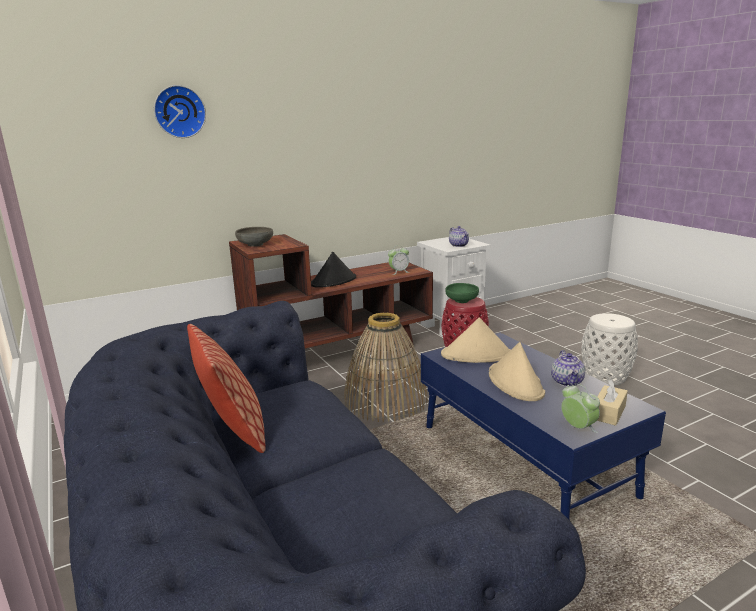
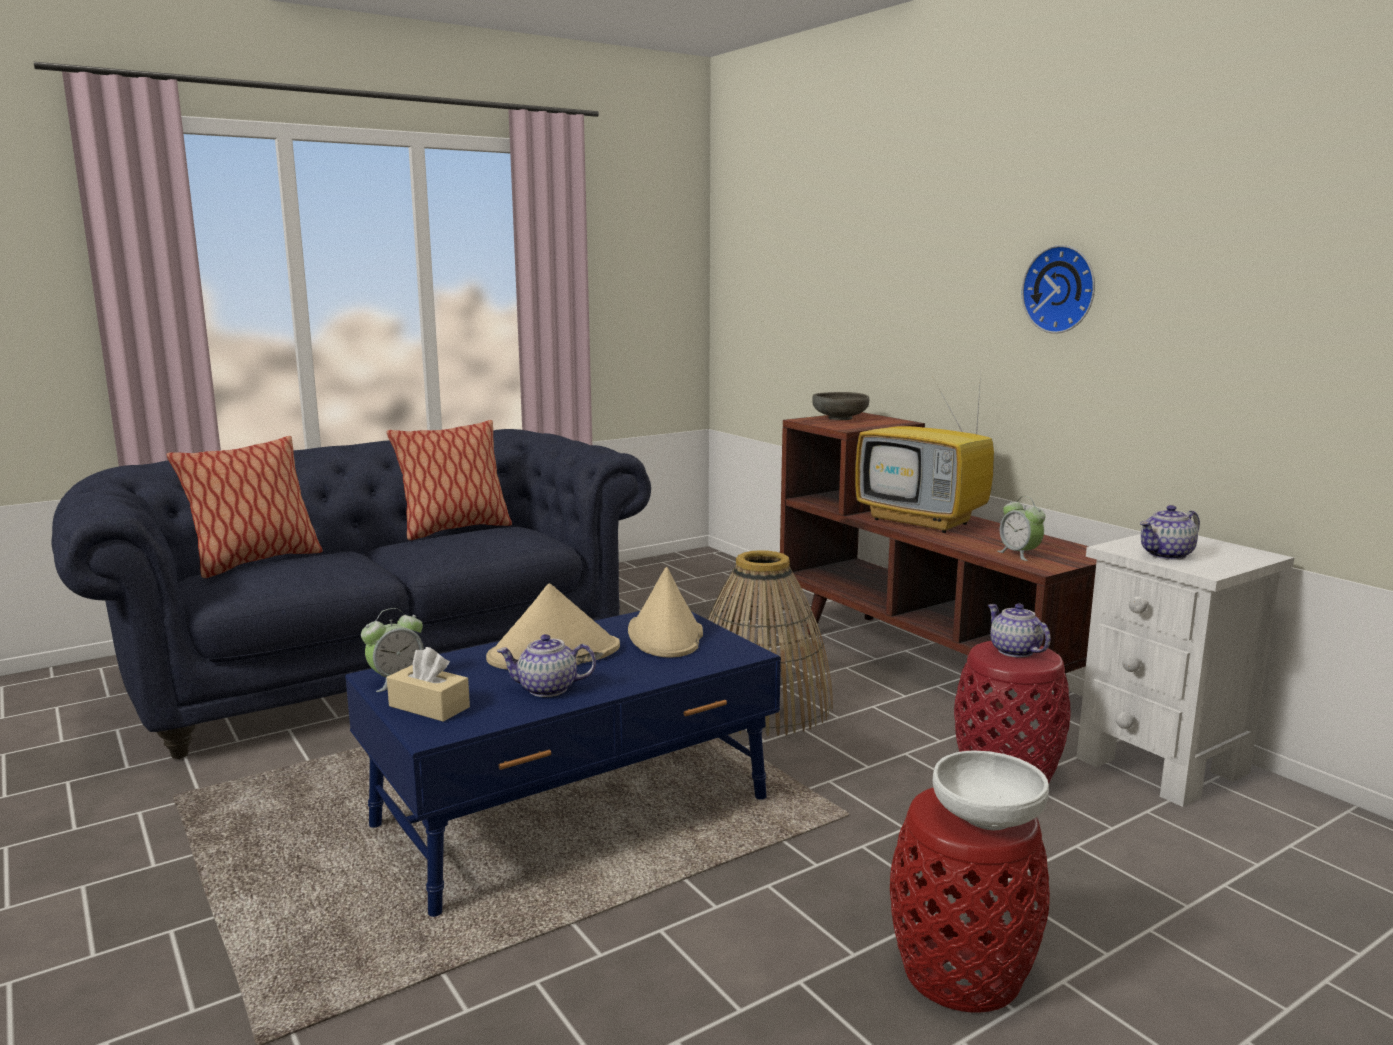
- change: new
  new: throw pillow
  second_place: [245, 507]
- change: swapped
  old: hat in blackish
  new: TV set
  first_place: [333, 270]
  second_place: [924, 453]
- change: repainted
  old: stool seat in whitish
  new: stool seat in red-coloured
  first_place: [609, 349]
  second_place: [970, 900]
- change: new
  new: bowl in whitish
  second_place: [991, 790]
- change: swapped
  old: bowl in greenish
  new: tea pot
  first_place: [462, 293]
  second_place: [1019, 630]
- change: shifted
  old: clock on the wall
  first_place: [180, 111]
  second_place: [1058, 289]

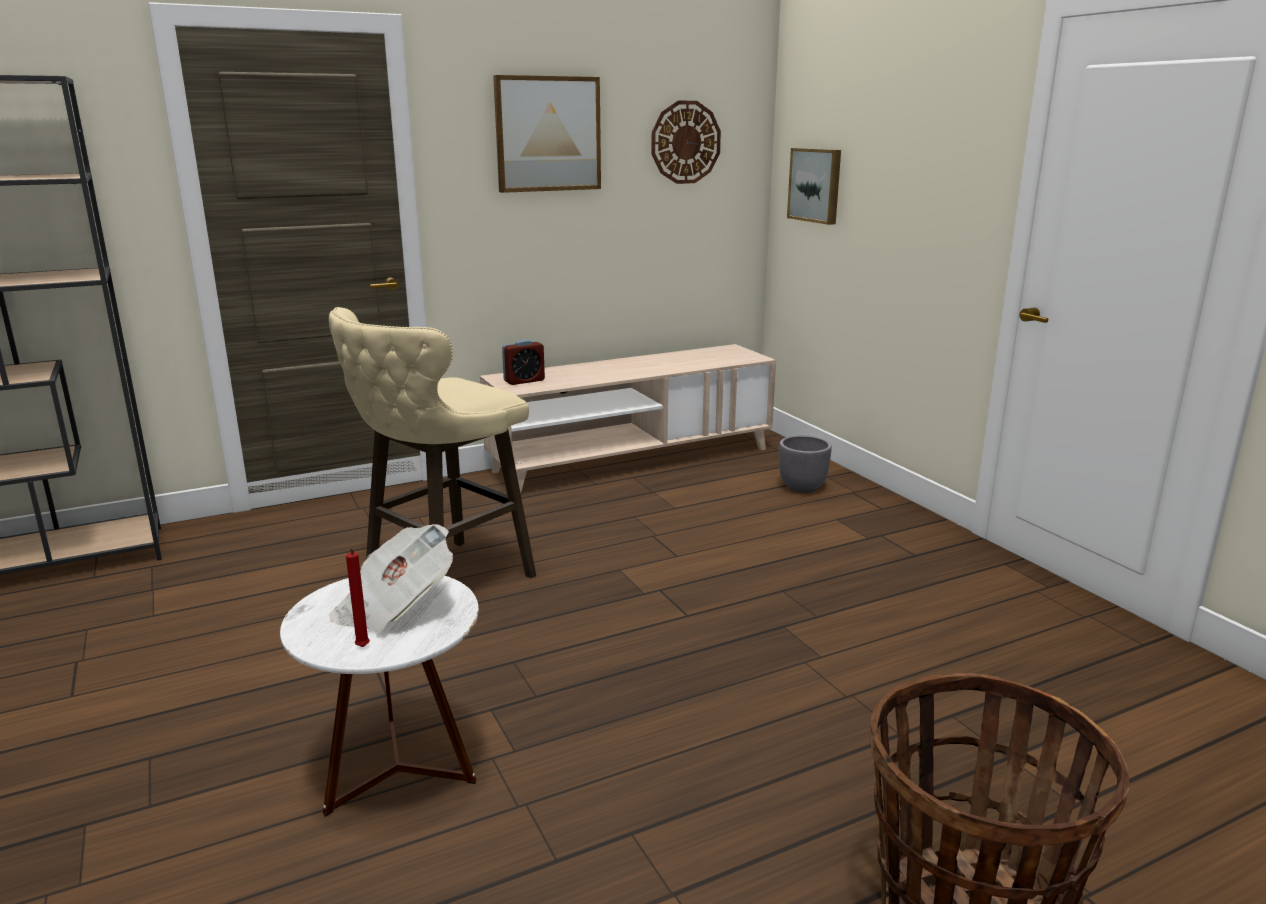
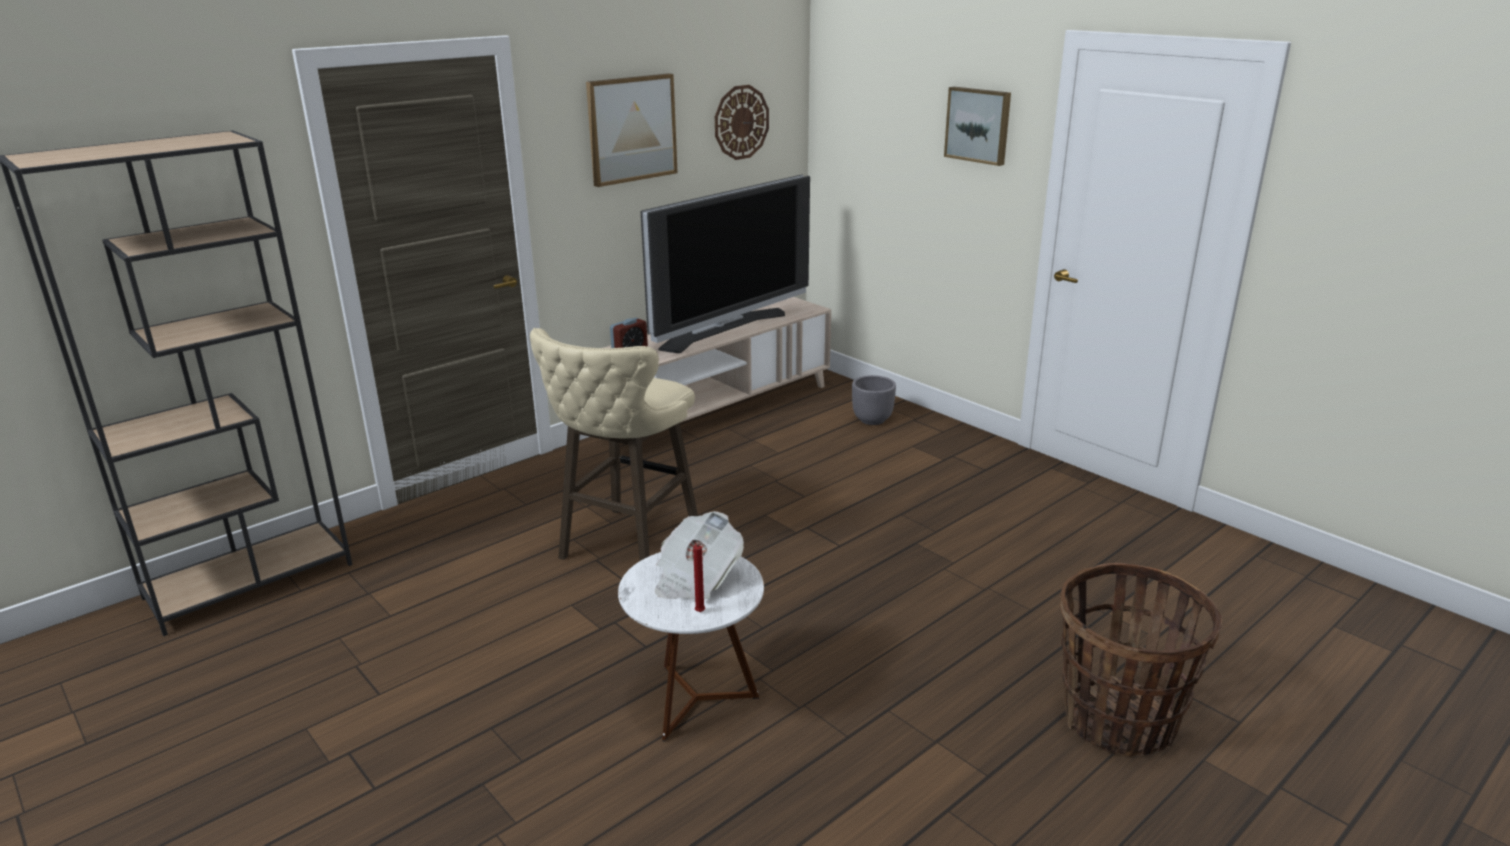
- change: new
  new: TV set
  second_place: [725, 264]
- change: shifted
  old: wall art
  first_place: [814, 186]
  second_place: [977, 126]

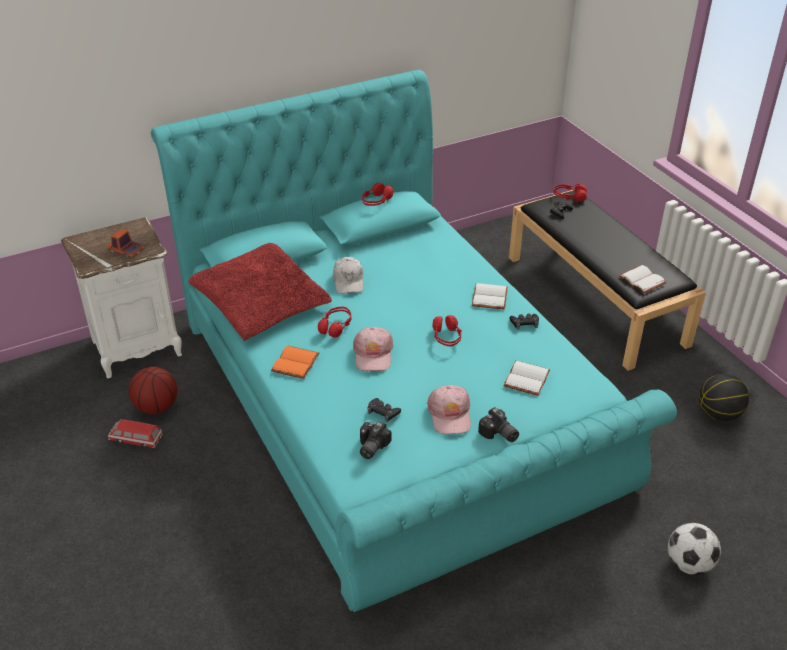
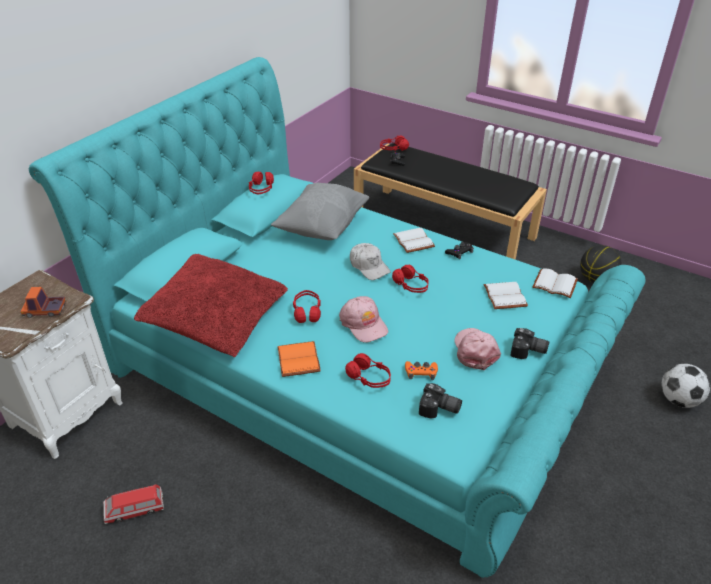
- change: new
  new: throw pillow in grey
  second_place: [320, 211]
- change: new
  new: headset in red-coloured
  second_place: [368, 370]
- change: shifted
  old: baseball cap in whitish
  first_place: [348, 275]
  second_place: [370, 261]
- change: repainted
  old: game controller in blackish
  new: game controller in orange-coloured
  first_place: [384, 410]
  second_place: [421, 370]
- change: rotated
  old: photo camera
  first_place: [376, 440]
  second_place: [440, 400]
  degrees: -60
- change: rotated
  old: baseball cap in pink-coloured
  first_place: [449, 409]
  second_place: [478, 349]
  degrees: -150
- change: shifted
  old: book in whitish
  first_place: [643, 279]
  second_place: [555, 283]
- change: gone
  old: basketball
  first_place: [153, 390]

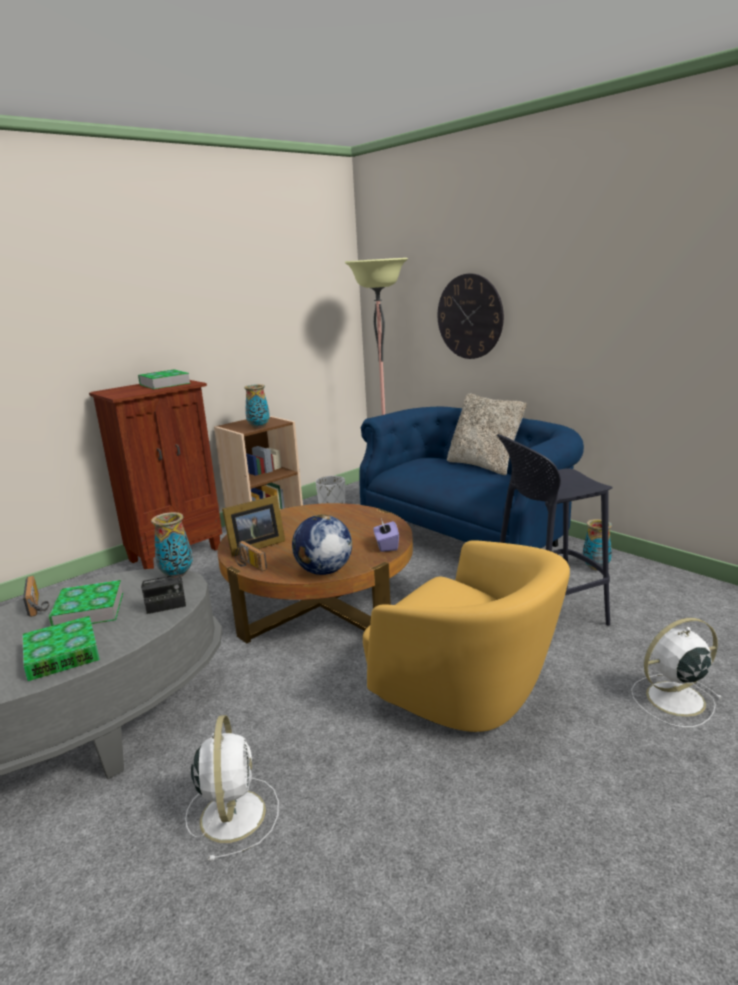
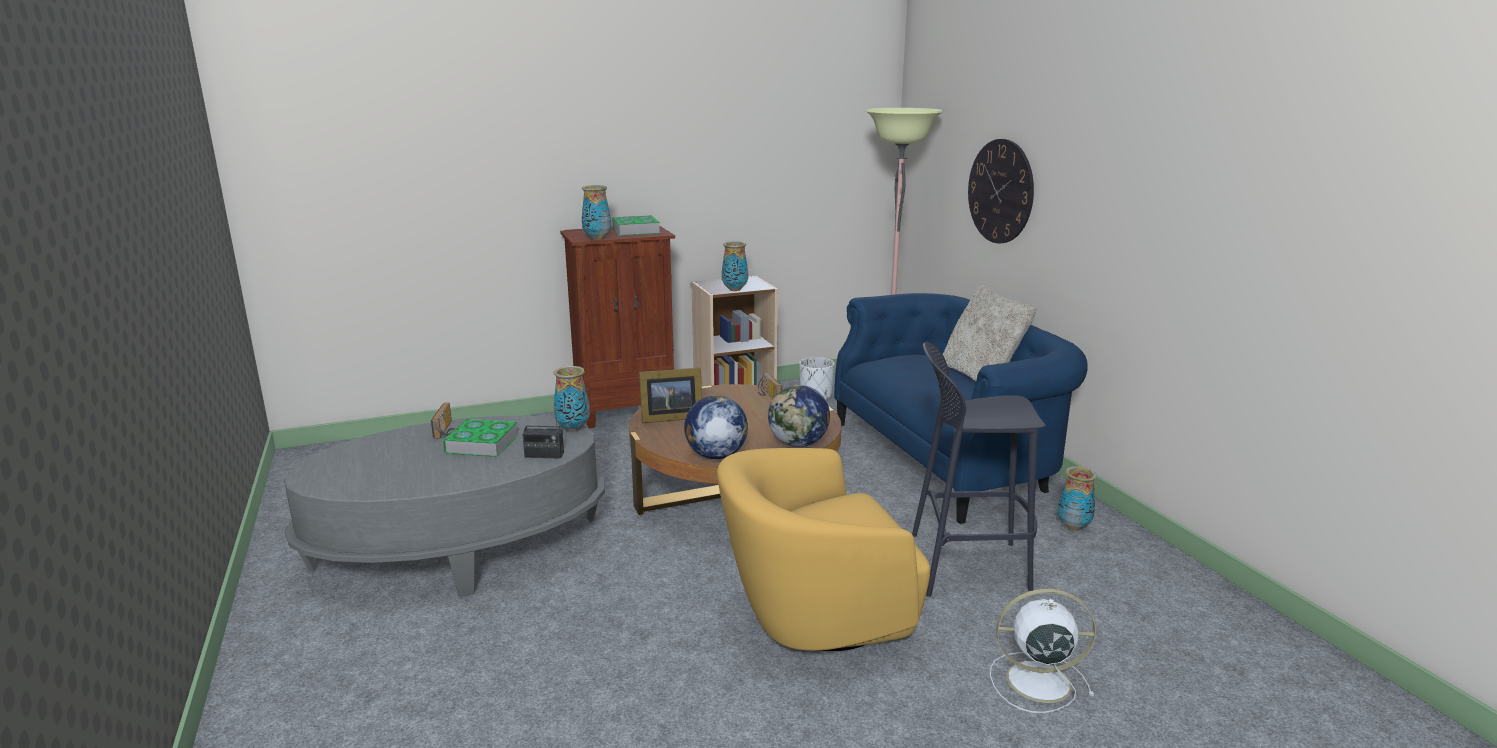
- change: new
  new: vase
  second_place: [596, 212]
- change: rotated
  old: lounge chair in yellow
  first_place: [466, 636]
  second_place: [823, 549]
  degrees: 105
- change: shifted
  old: radio receiver
  first_place: [251, 556]
  second_place: [770, 386]
- change: swapped
  old: tissue holder in purple-coloured
  new: world globe
  first_place: [386, 535]
  second_place: [799, 416]
- change: gone
  old: book
  first_place: [61, 648]
- change: gone
  old: fan in whitish
  first_place: [232, 788]

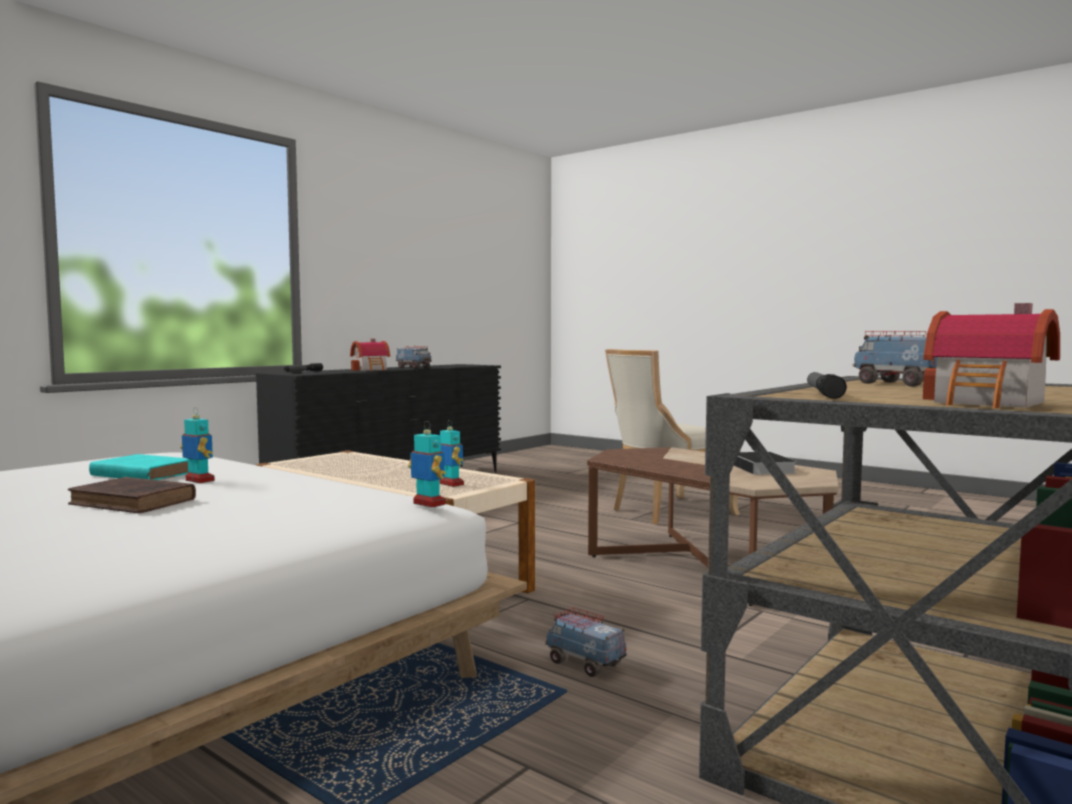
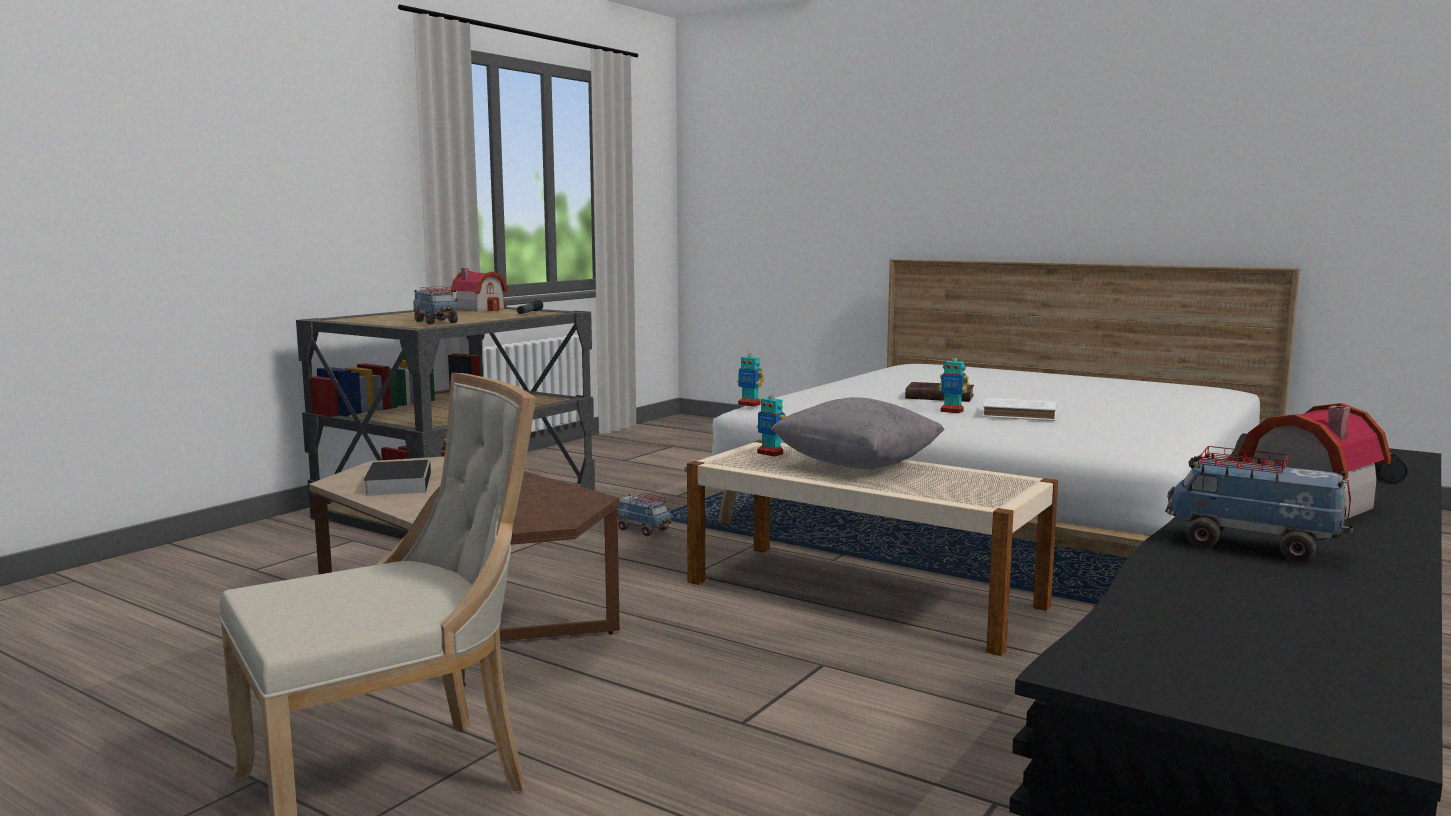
- change: new
  new: throw pillow in grey
  second_place: [858, 433]
- change: repainted
  old: book in blue-green
  new: book in whitish
  first_place: [138, 467]
  second_place: [1020, 409]

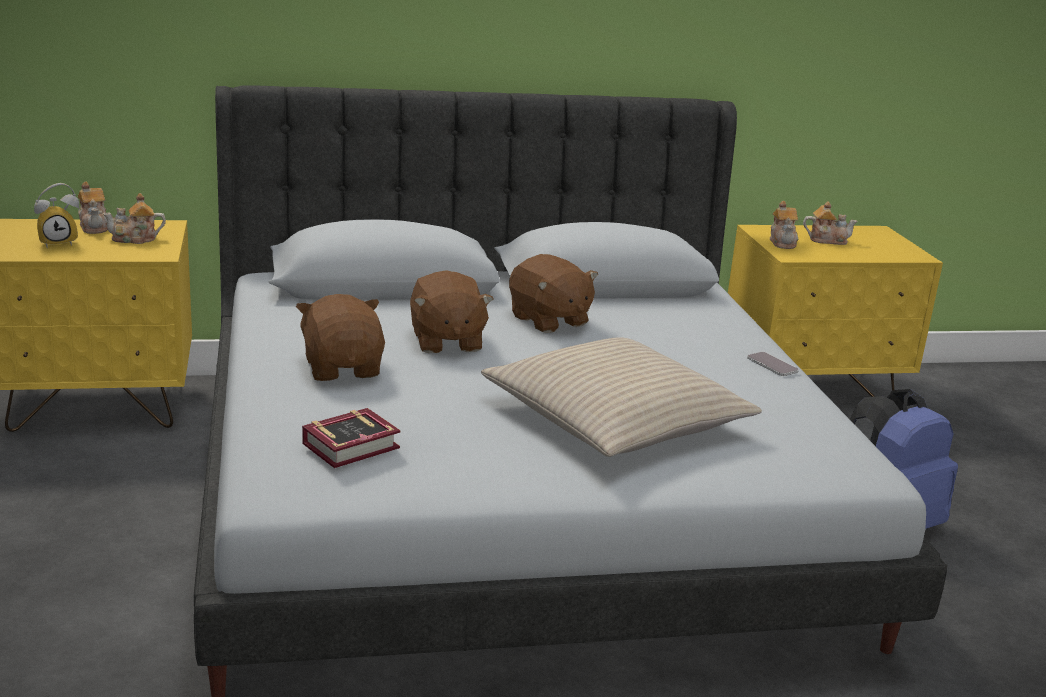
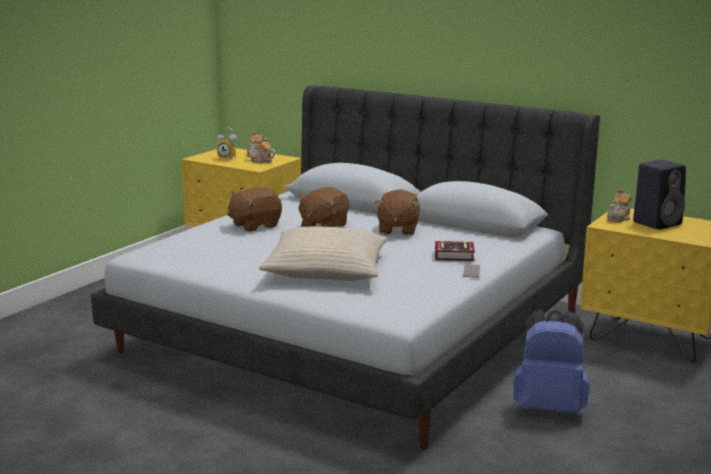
- change: rotated
  old: plush toy in brownish
  first_place: [340, 337]
  second_place: [254, 209]
  degrees: -150
- change: shifted
  old: book
  first_place: [351, 438]
  second_place: [455, 251]
- change: swapped
  old: tea pot
  new: audio speaker in blackish
  first_place: [830, 223]
  second_place: [659, 194]

